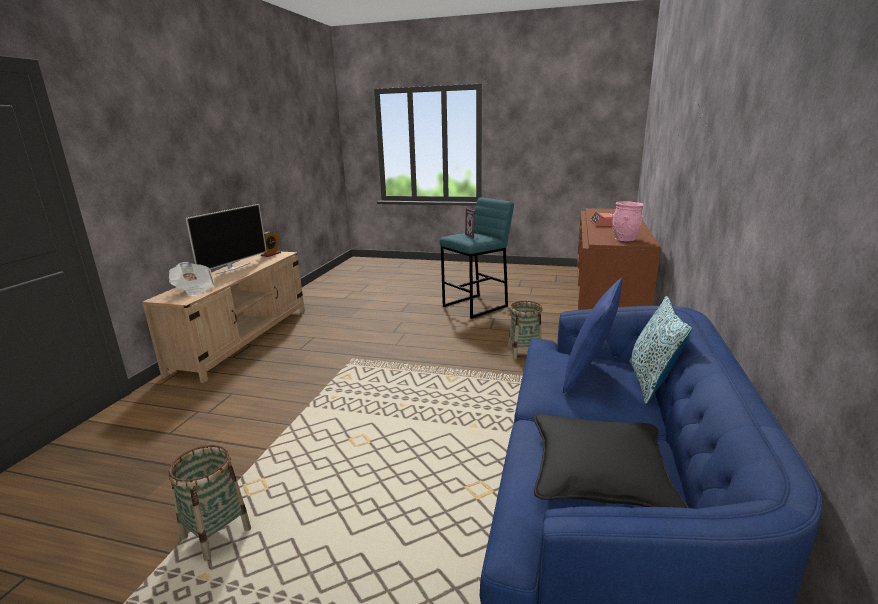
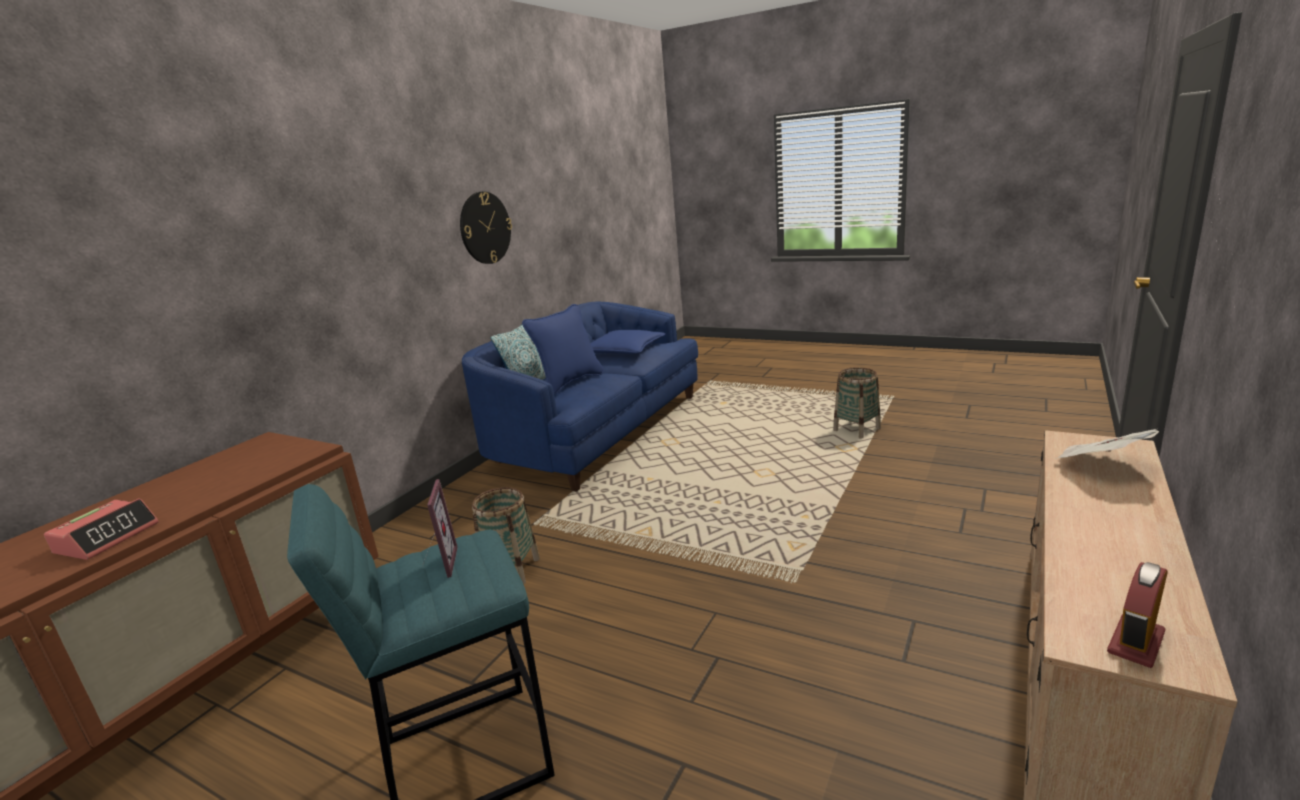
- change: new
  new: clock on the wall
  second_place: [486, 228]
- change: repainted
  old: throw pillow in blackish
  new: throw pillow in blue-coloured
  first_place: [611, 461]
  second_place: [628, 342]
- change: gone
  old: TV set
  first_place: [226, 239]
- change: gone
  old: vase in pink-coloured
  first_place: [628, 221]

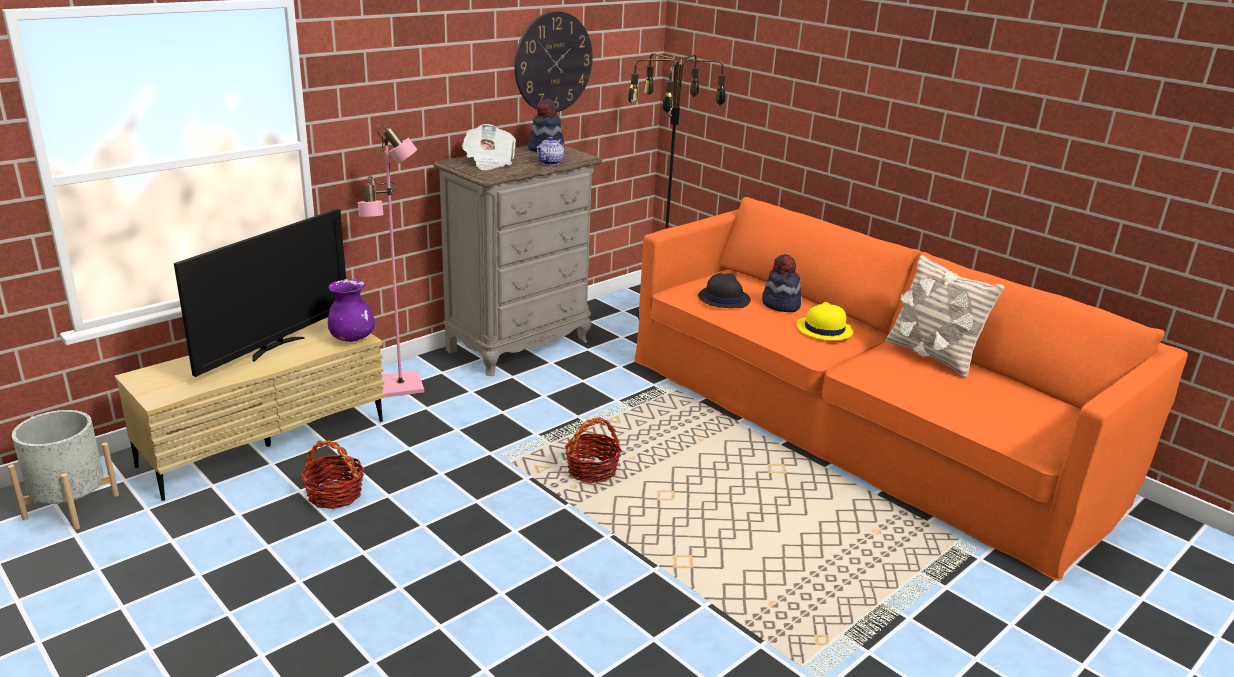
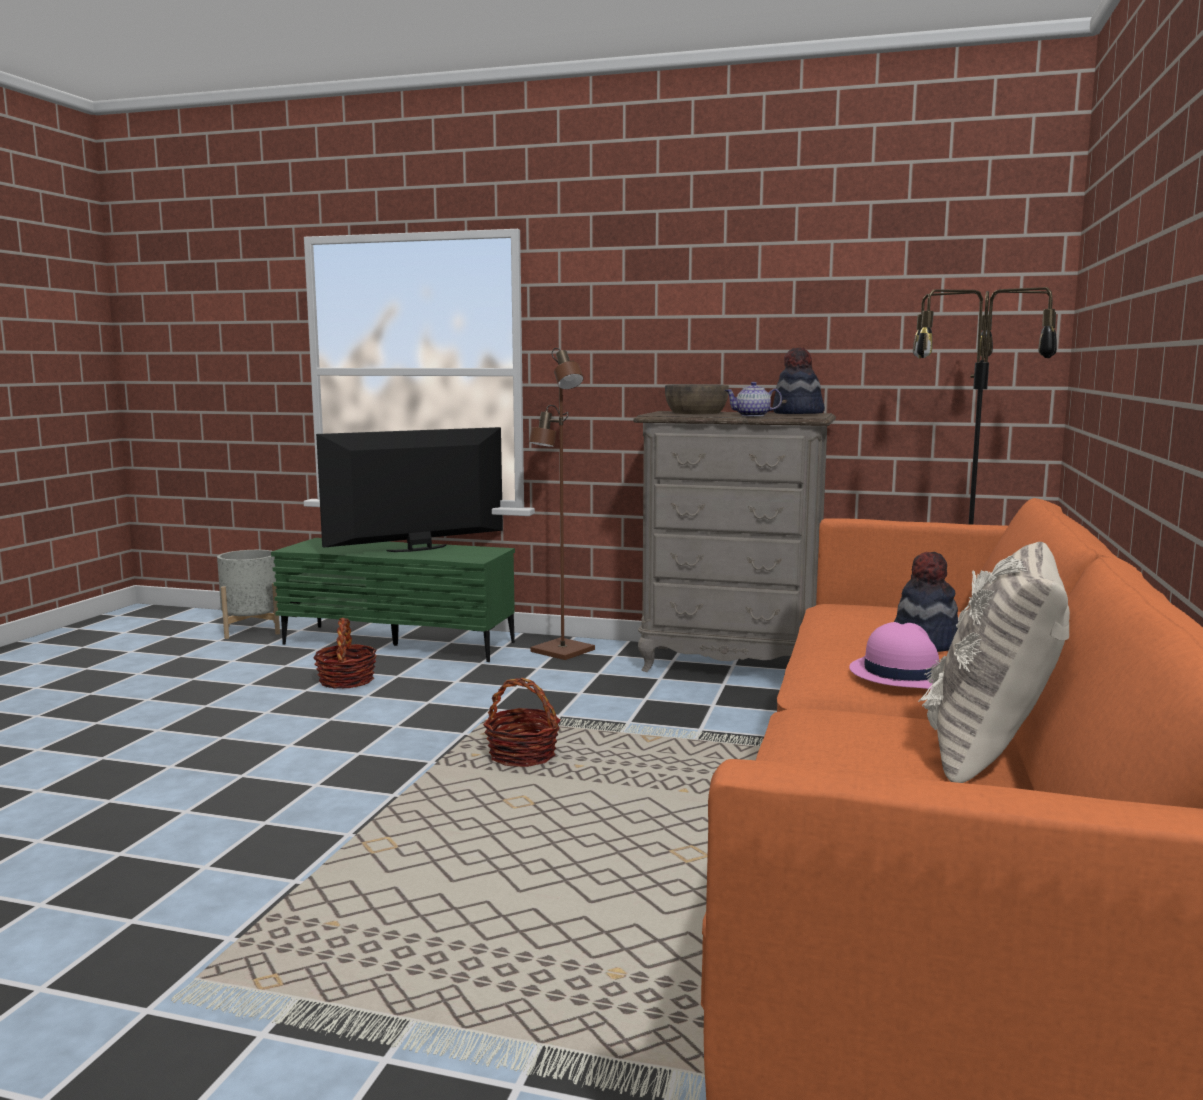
- change: repainted
  old: tv stand in beige-coloured
  new: tv stand in greenish
  first_place: [250, 409]
  second_place: [393, 600]
- change: rotated
  old: TV set
  first_place: [260, 293]
  second_place: [409, 489]
  degrees: 150
- change: repainted
  old: floor lamp in pink-coloured
  new: floor lamp in brownish
  first_place: [391, 261]
  second_place: [562, 504]
- change: swapped
  old: printed paper
  new: bowl in brownish
  first_place: [489, 147]
  second_place: [697, 399]
- change: repainted
  old: hat in yellow
  new: hat in pink-coloured
  first_place: [825, 321]
  second_place: [894, 655]
- change: gone
  old: vase in purple-coloured
  first_place: [351, 310]
- change: gone
  old: clock on the wall
  first_place: [553, 61]
- change: gone
  old: hat in blackish
  first_place: [724, 290]

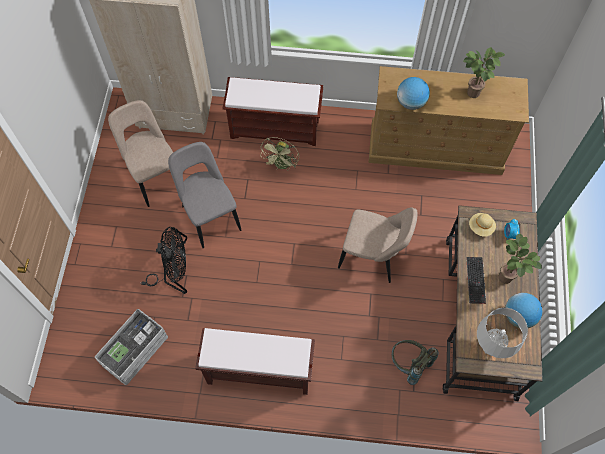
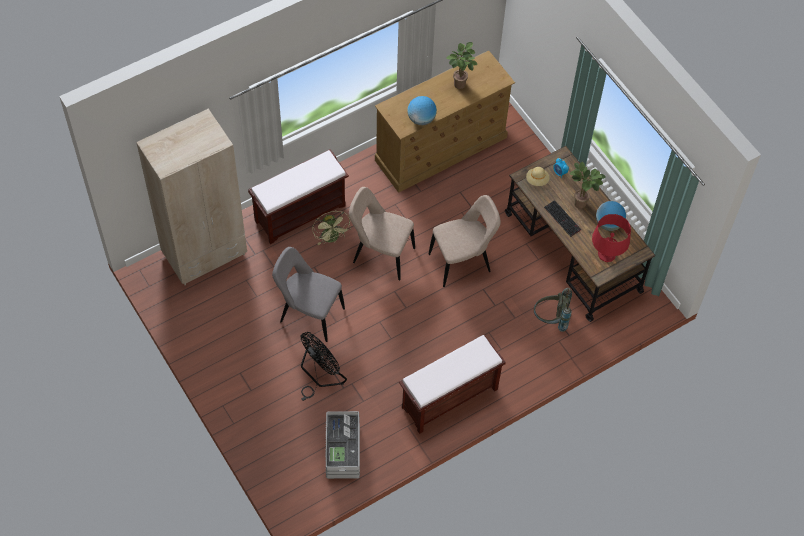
- change: shifted
  old: chair in beige-coloured
  first_place: [140, 153]
  second_place: [382, 233]
- change: repainted
  old: lamp for a table in grey
  new: lamp for a table in red-coloured
  first_place: [502, 332]
  second_place: [611, 238]

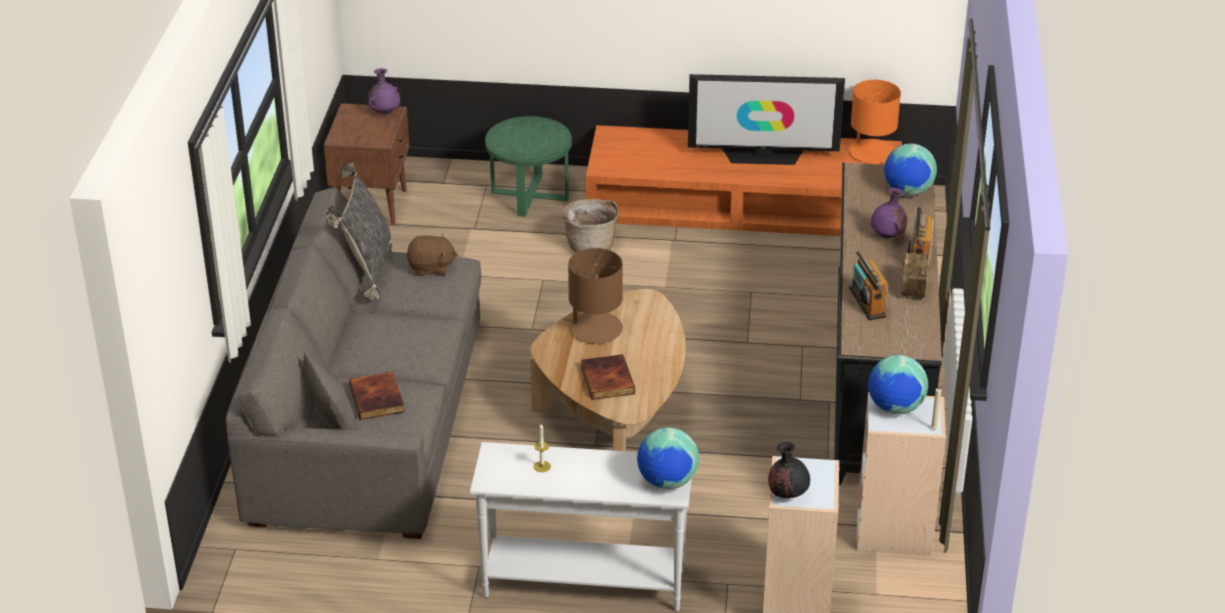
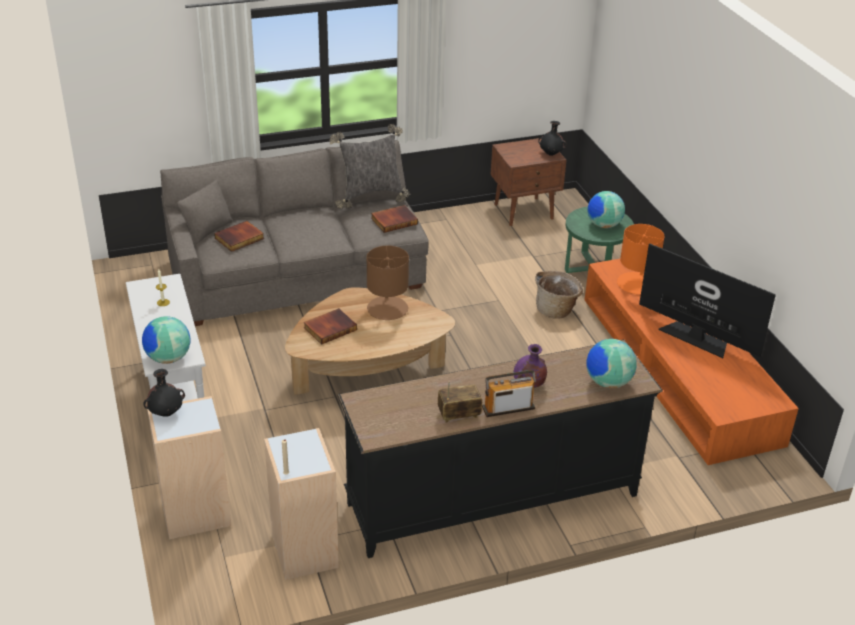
- change: swapped
  old: plush toy in brownish
  new: book
  first_place: [432, 254]
  second_place: [394, 219]
- change: repainted
  old: vase in purple-coloured
  new: vase in blackish
  first_place: [384, 91]
  second_place: [552, 138]
- change: shifted
  old: world globe
  first_place: [898, 384]
  second_place: [606, 209]
- change: shifted
  old: lamp for a table in orange-coloured
  first_place: [875, 122]
  second_place: [640, 259]
- change: rotated
  old: TV set
  first_place: [766, 119]
  second_place: [707, 300]
  degrees: 150
- change: gone
  old: radio receiver
  first_place: [868, 286]

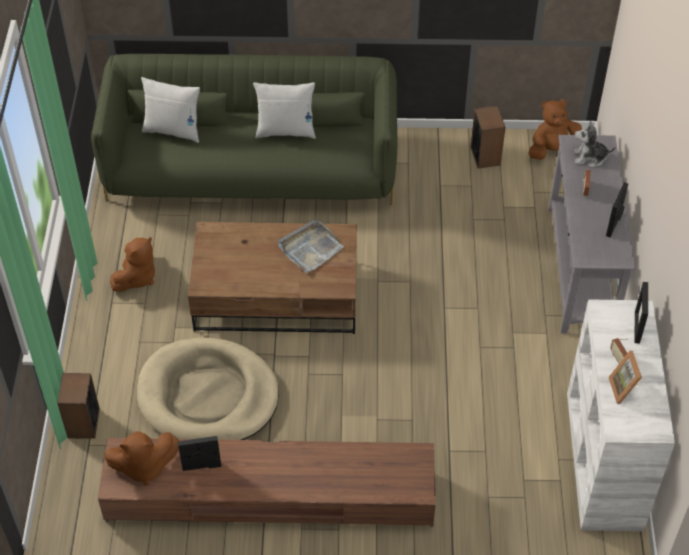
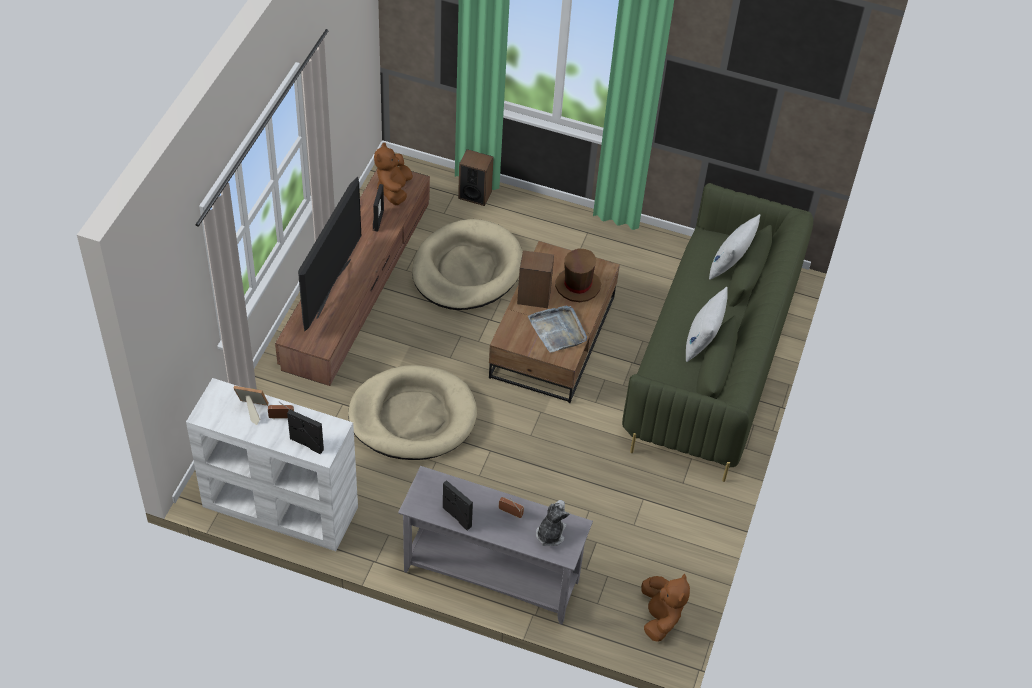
- change: new
  new: TV set
  second_place: [329, 254]
- change: new
  new: dog cushion in beige-coloured
  second_place: [412, 412]
- change: shifted
  old: audio speaker
  first_place: [488, 137]
  second_place: [535, 279]
- change: new
  new: hat in brownish
  second_place: [578, 275]
- change: gone
  old: plush toy in brownish
  first_place: [132, 264]

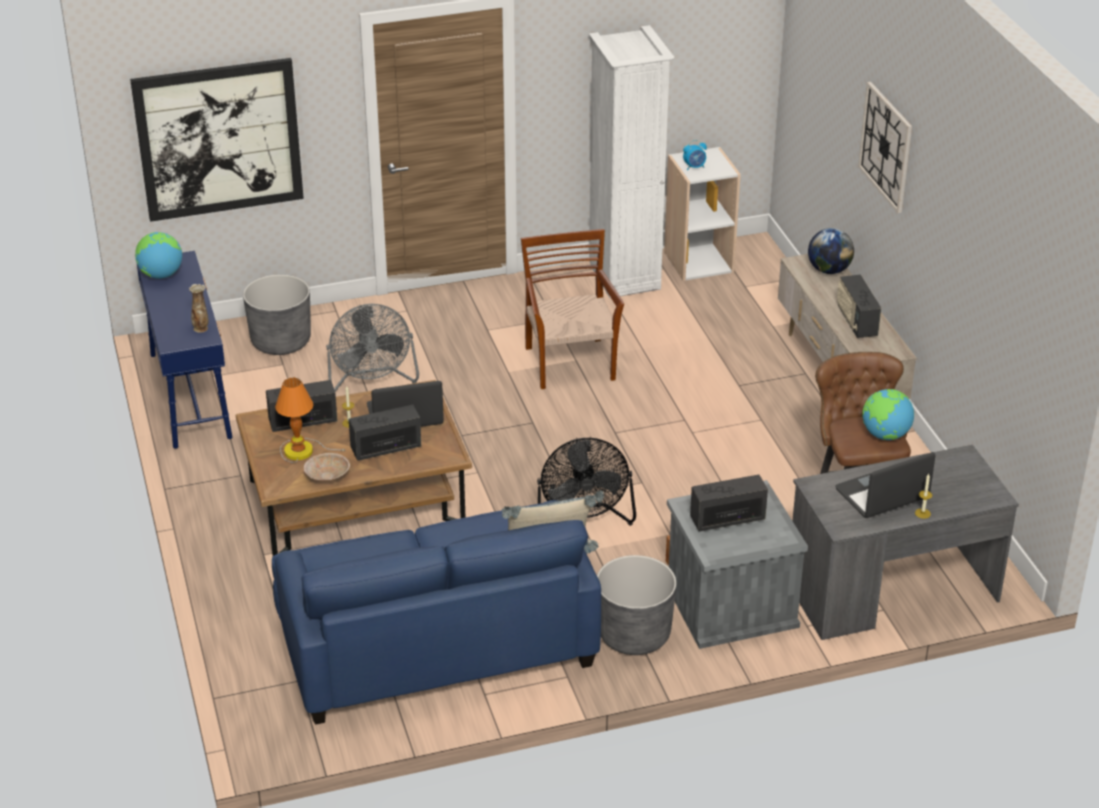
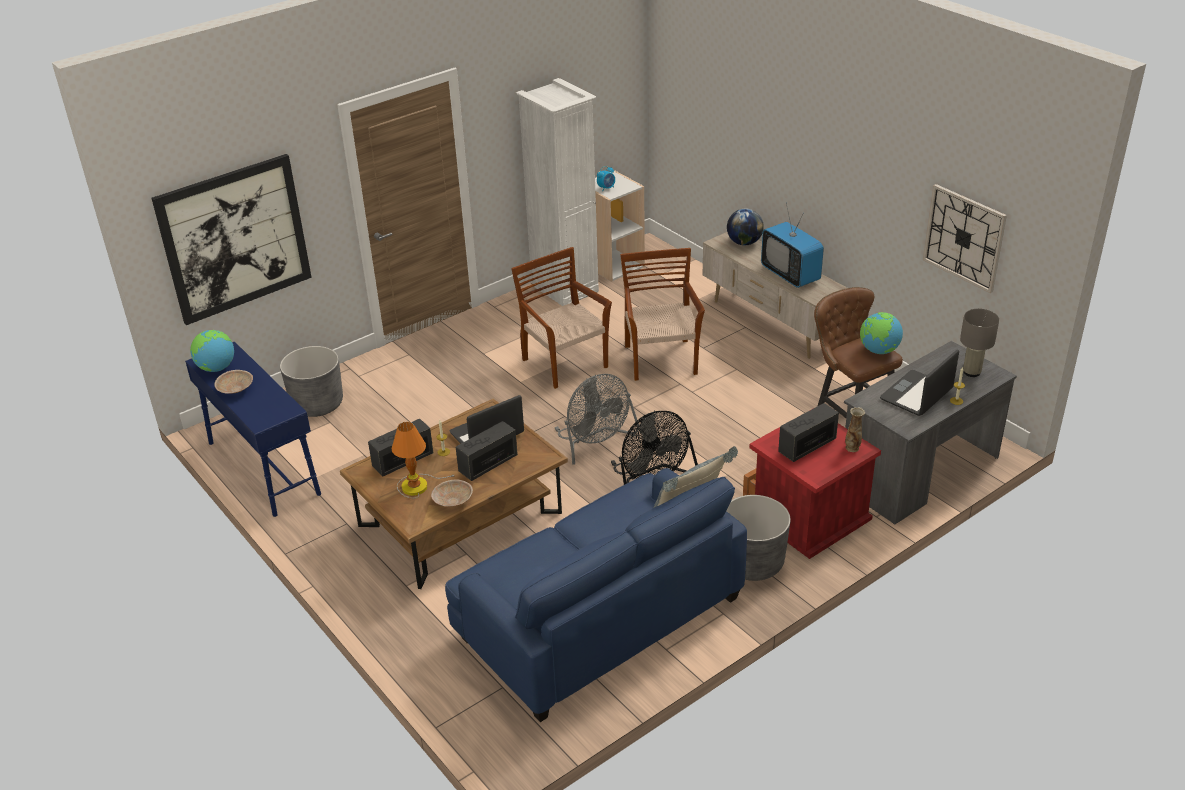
- change: new
  new: bowl in beige-coloured
  second_place: [233, 382]
- change: shifted
  old: fan in grey
  first_place: [372, 348]
  second_place: [597, 419]
- change: new
  new: lounge chair in brownish
  second_place: [662, 314]
- change: repainted
  old: bedside table in grey
  new: bedside table in red-coloured
  first_place: [737, 564]
  second_place: [812, 483]
- change: swapped
  old: radio receiver
  new: TV set
  first_place: [859, 306]
  second_place: [792, 245]
- change: shifted
  old: vase
  first_place: [198, 308]
  second_place: [855, 429]
- change: shifted
  old: clock on the wall
  first_place: [885, 147]
  second_place: [965, 238]
- change: new
  new: lamp for a table in grey
  second_place: [979, 343]

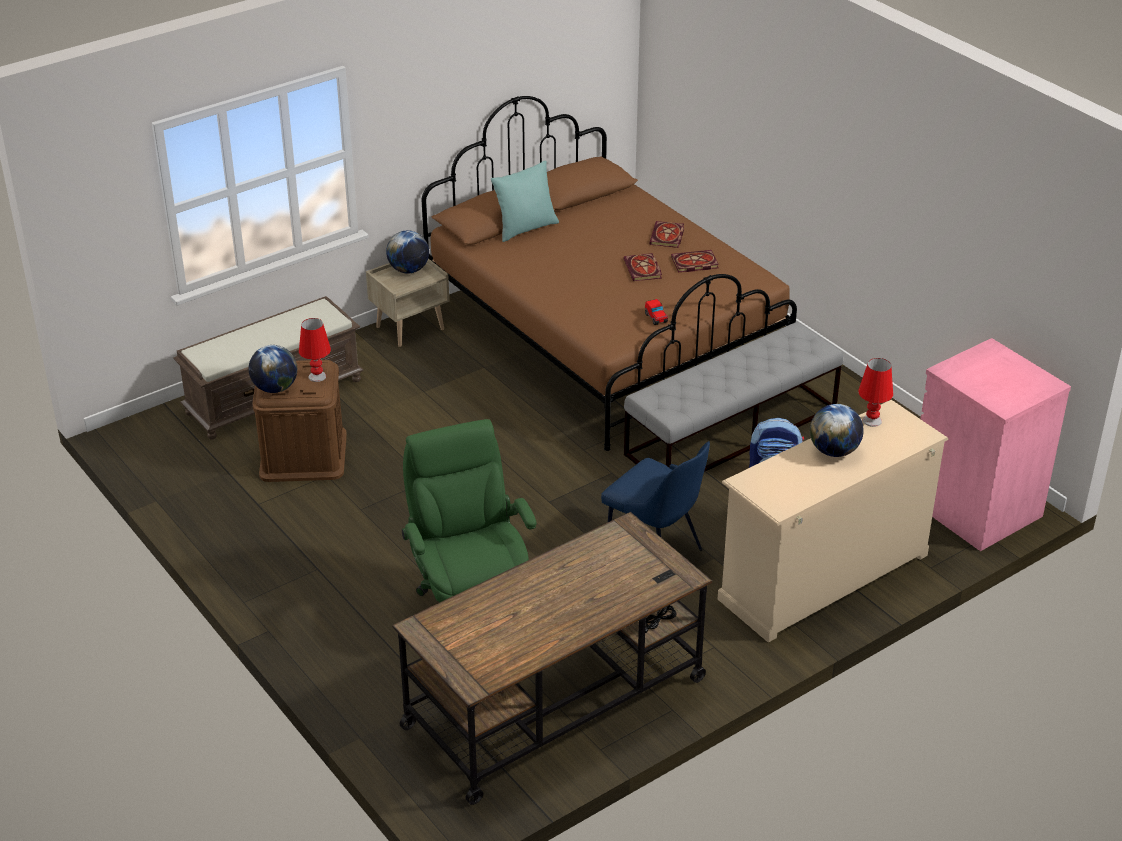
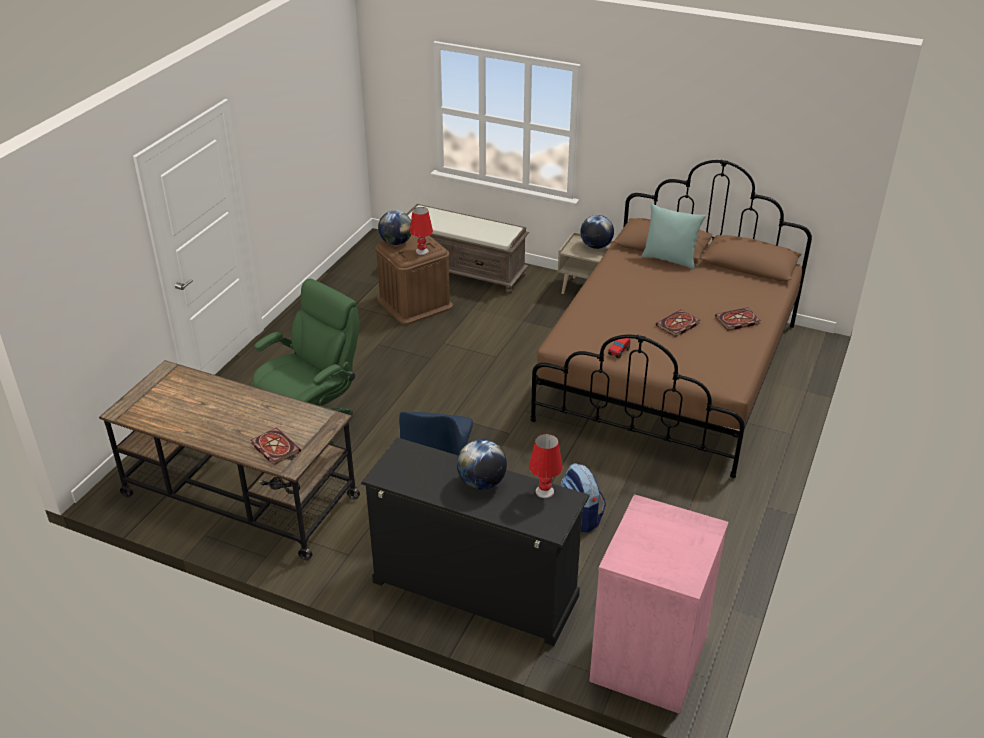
- change: shifted
  old: book
  first_place: [695, 261]
  second_place: [276, 446]
- change: repainted
  old: storage cabinet in beige-coloured
  new: storage cabinet in blackish
  first_place: [833, 521]
  second_place: [475, 541]
- change: gone
  old: indoor bench in grey
  first_place: [733, 397]

